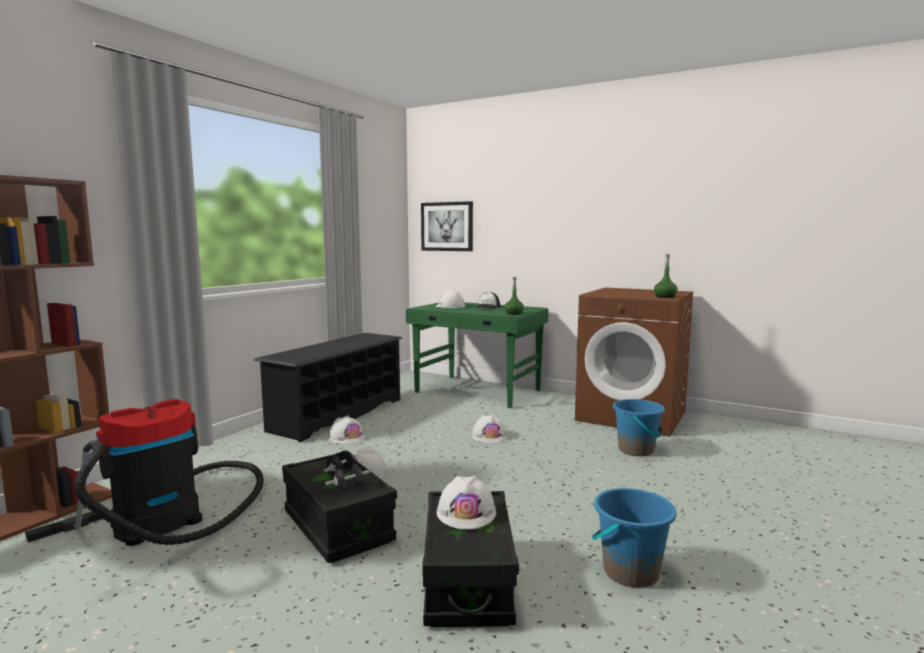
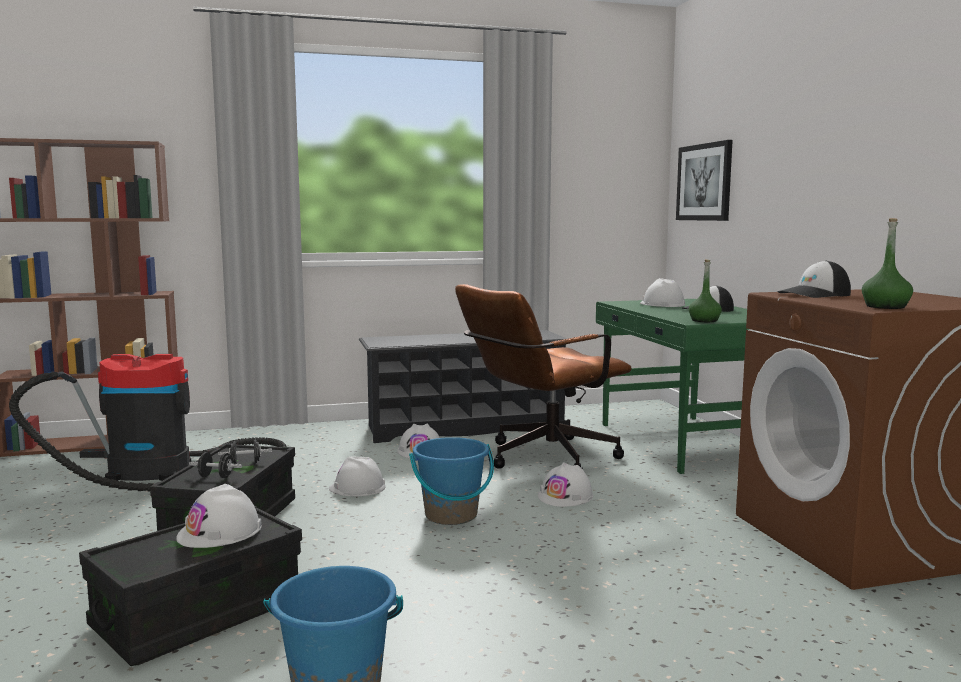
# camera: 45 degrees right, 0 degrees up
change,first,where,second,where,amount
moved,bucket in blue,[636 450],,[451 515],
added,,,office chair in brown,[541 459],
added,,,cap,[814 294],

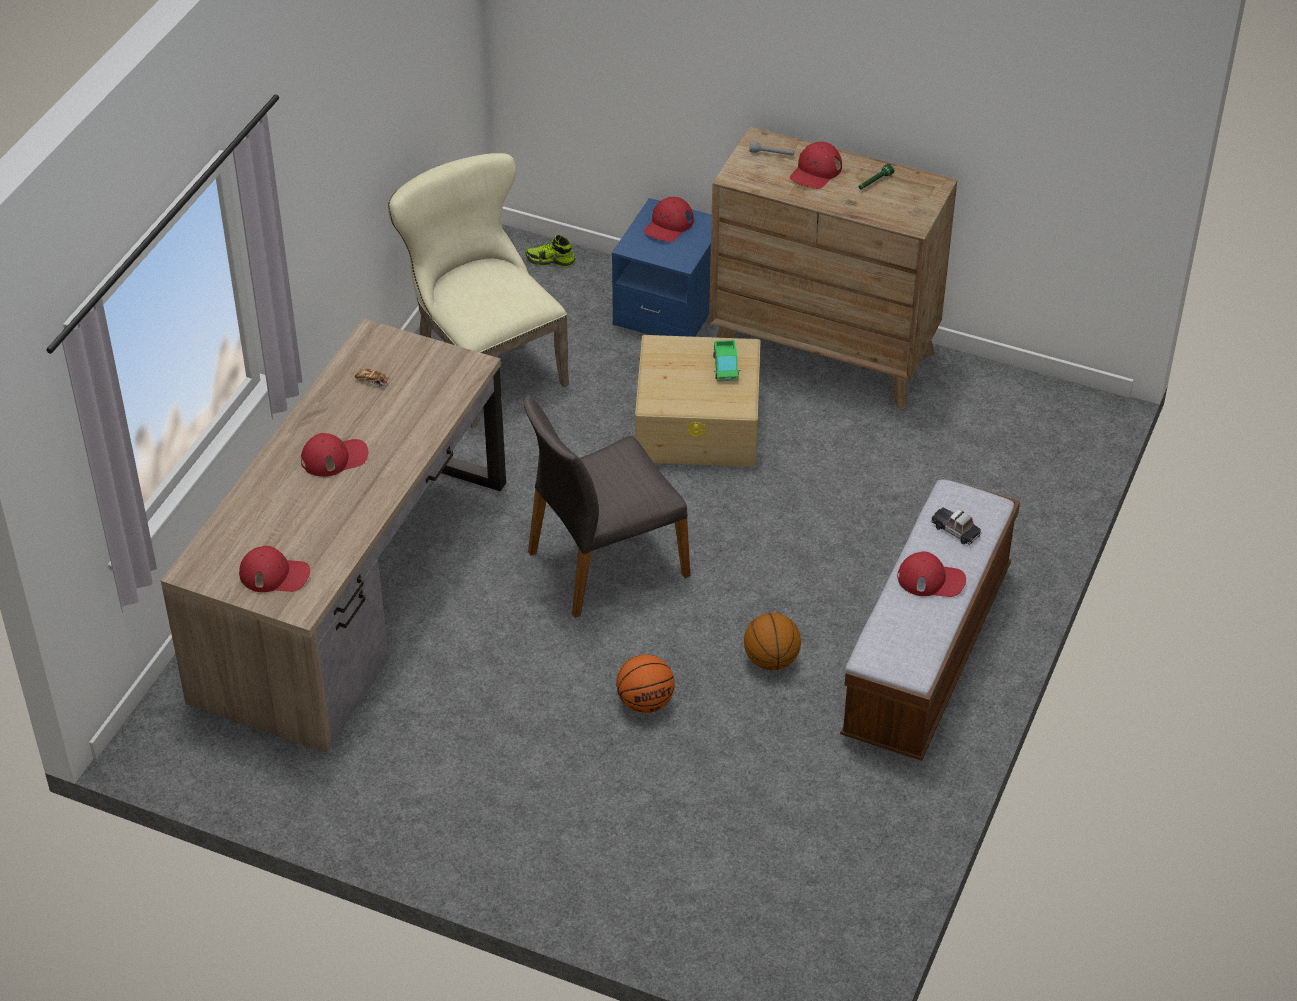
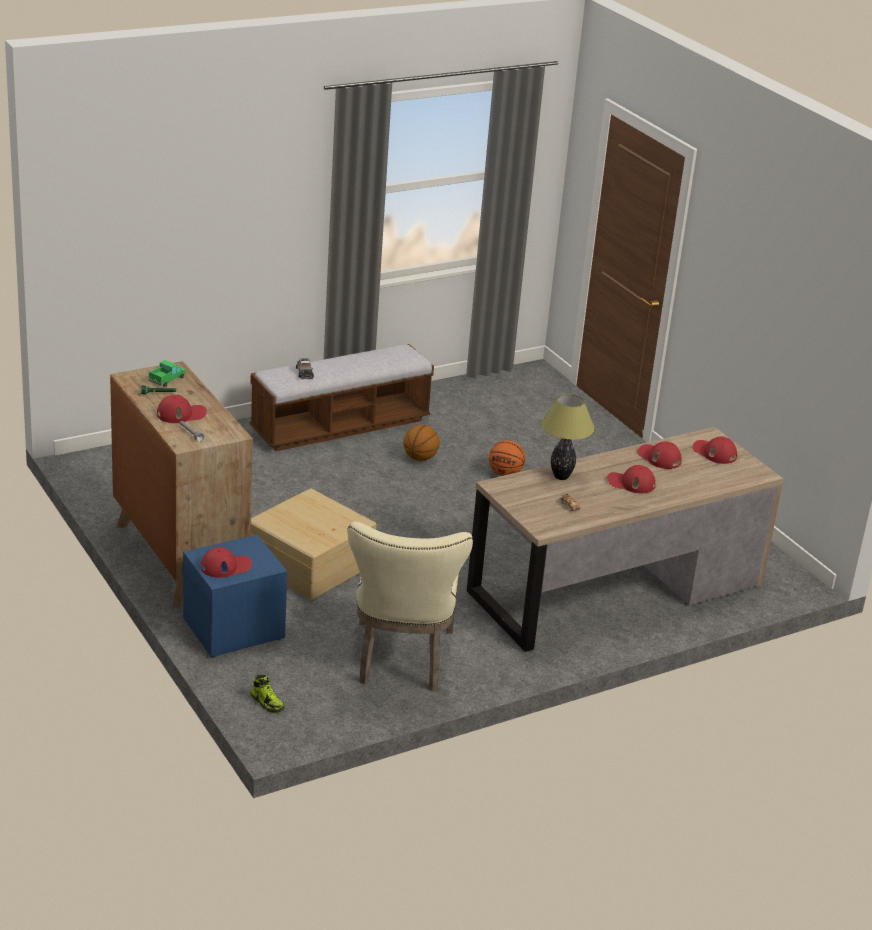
# camera: 145 degrees left, 15 degrees down
change,first,where,second,where,amount
moved,toy truck,[725 367],,[167 379],
added,,,table lamp,[561 477],
moved,cap in red,[931 579],,[659 458],
removed,chair in grey,[605 562],,,

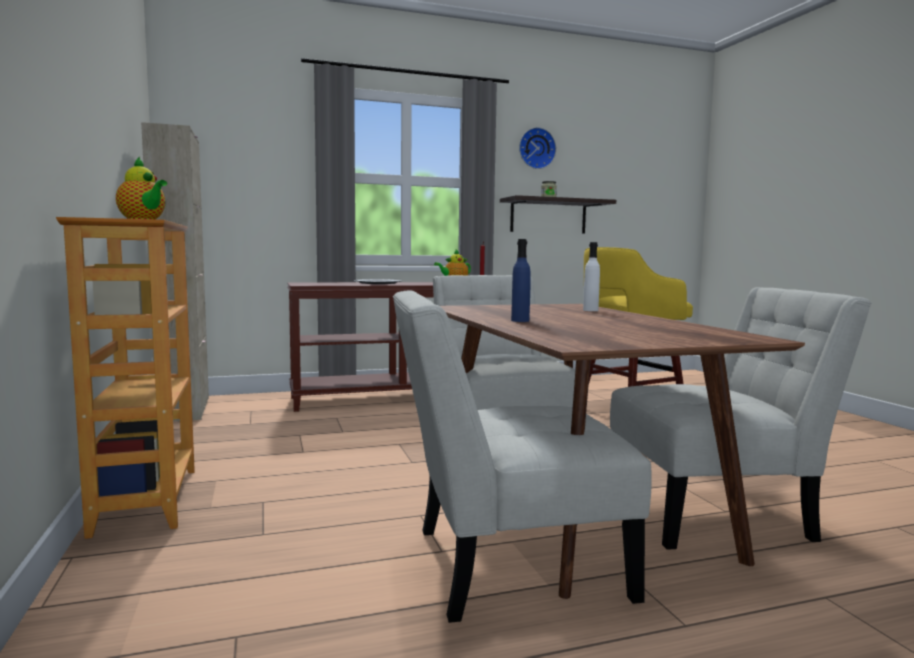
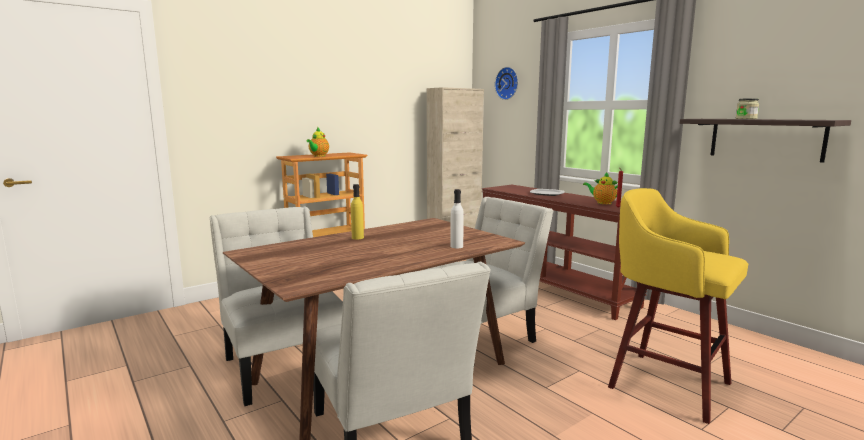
# camera: 70 degrees right, 5 degrees up
change,first,where,second,where,amount
recoloured,bottle in blue,[520 320],bottle in yellow,[357 237],
moved,wall clock,[536 148],,[508 83],

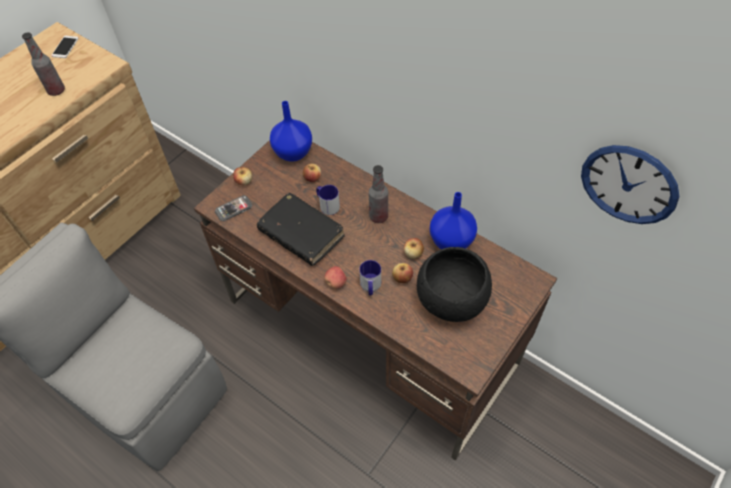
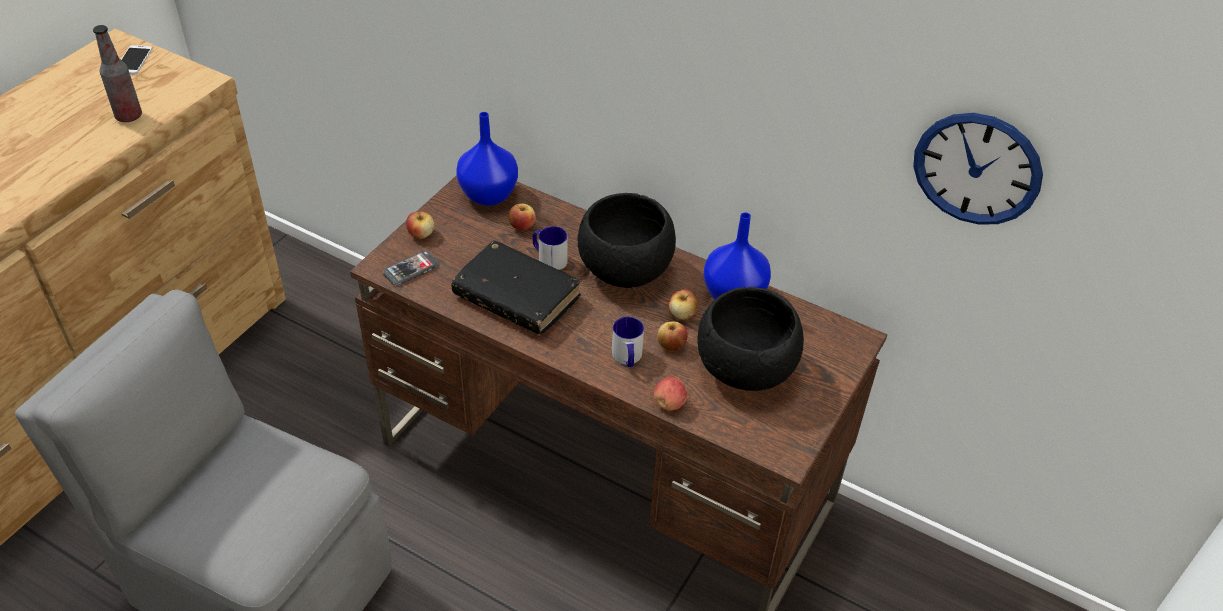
# camera: 10 degrees left, 10 degrees down
change,first,where,second,where,amount
replaced,bottle,[378 216],bowl in black,[625 270],
moved,apple,[336 282],,[669 403],

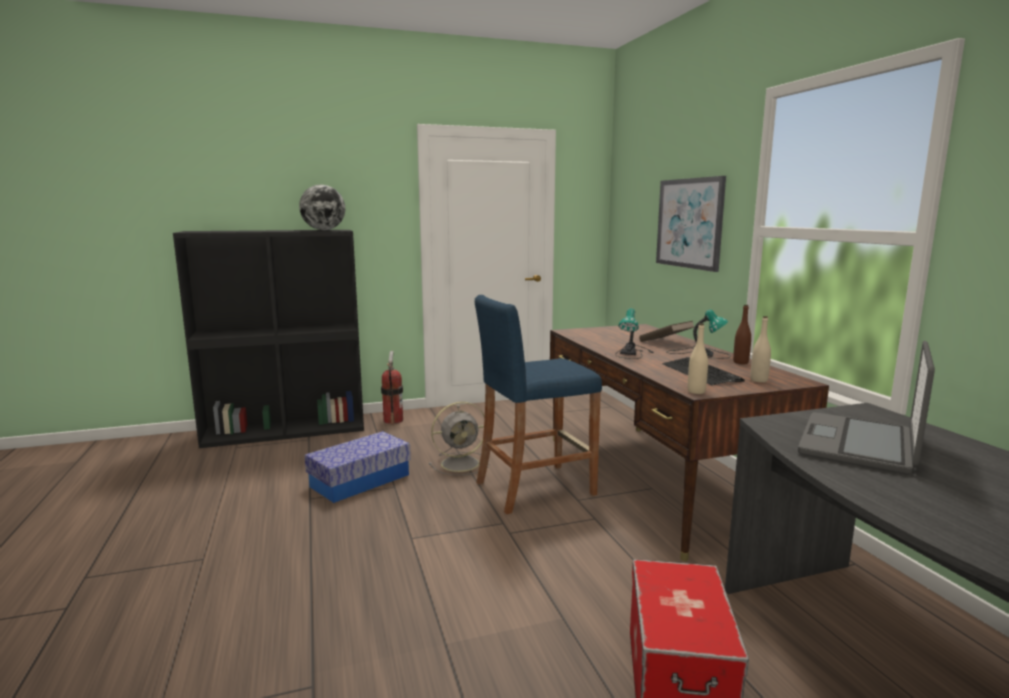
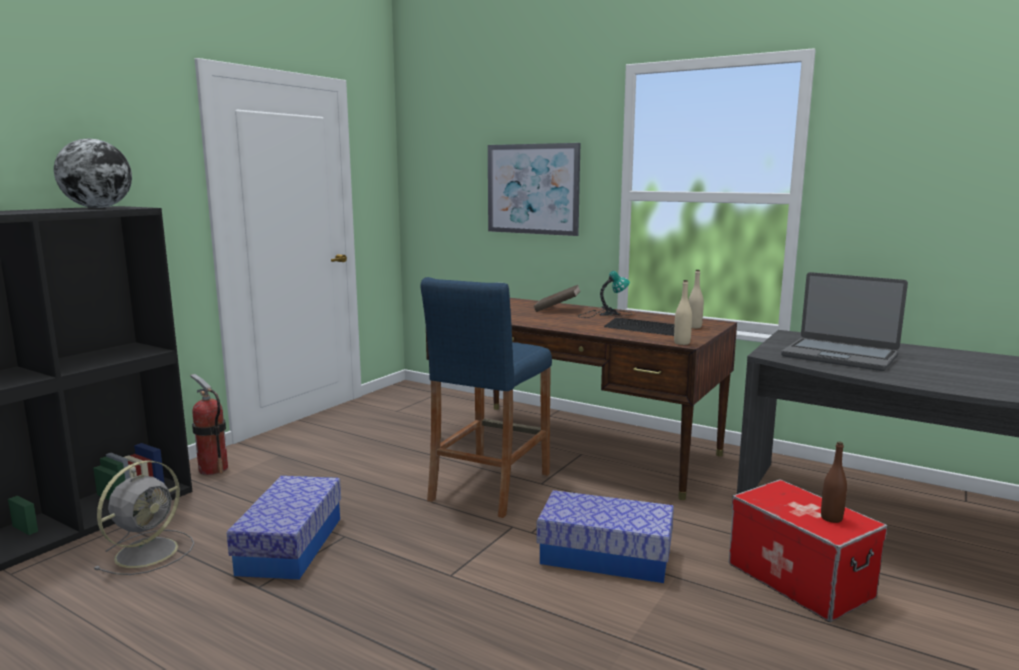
# camera: 40 degrees left, 0 degrees up
change,first,where,second,where,amount
moved,fan in grey,[462 463],,[149 551],
added,,,storage box,[605 556],
turned,laptop,[859 444],,[839 356],45 degrees counterclockwise
moved,bottle in brown,[740 362],,[831 518],
removed,table lamp,[632 352],,,

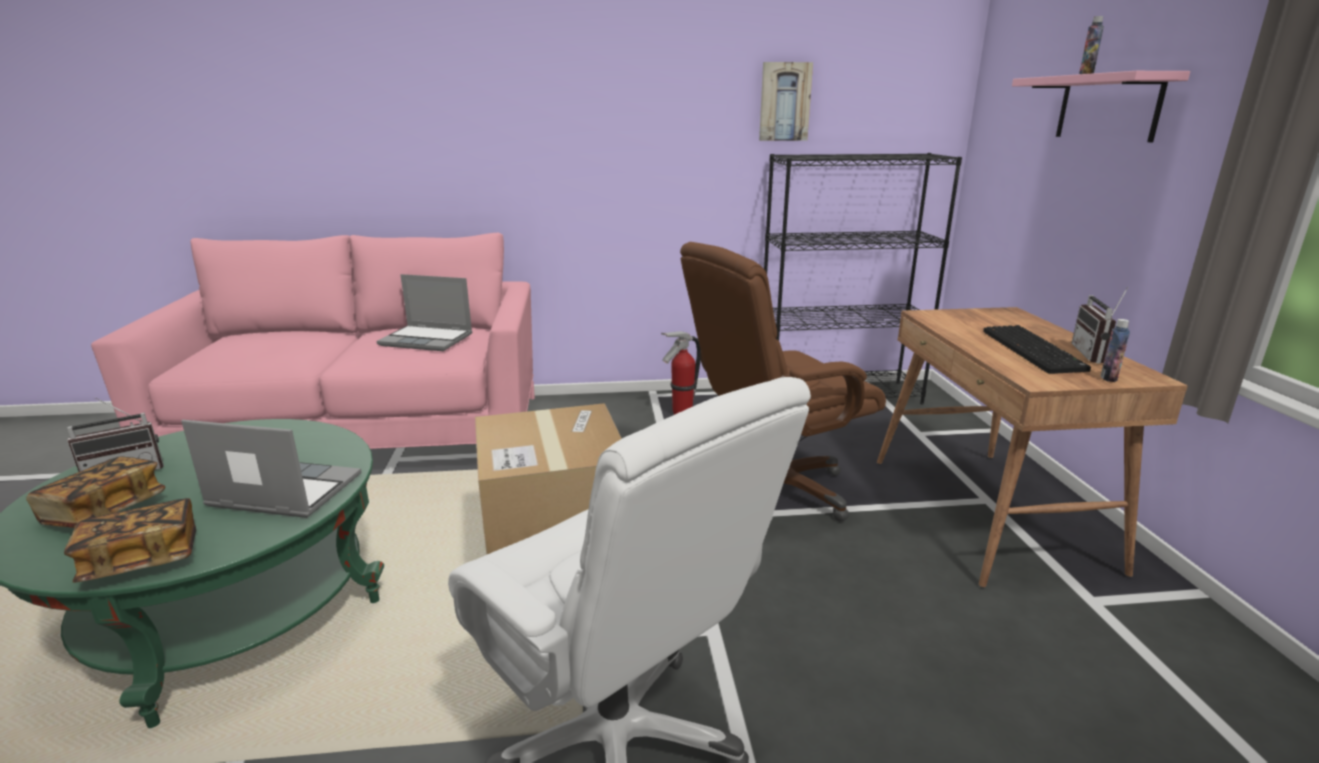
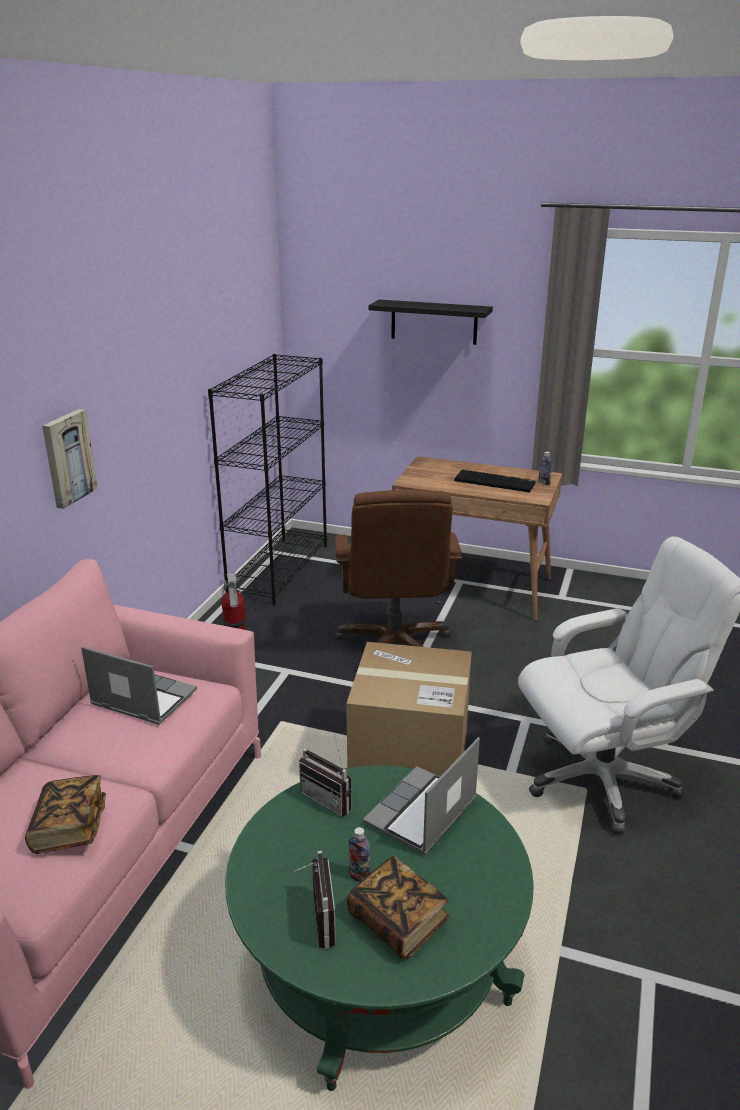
# camera: 65 degrees left, 5 degrees up
change,first,where,second,where,amount
moved,book,[142 559],,[69 828],
moved,picture,[784 102],,[67 458],
turned,laptop,[428 340],,[142 699],105 degrees counterclockwise
moved,radio,[1095 355],,[330 798],
moved,bottle,[1086 74],,[359 876],
recoloured,shelf in pink,[1107 107],shelf in black,[434 322],

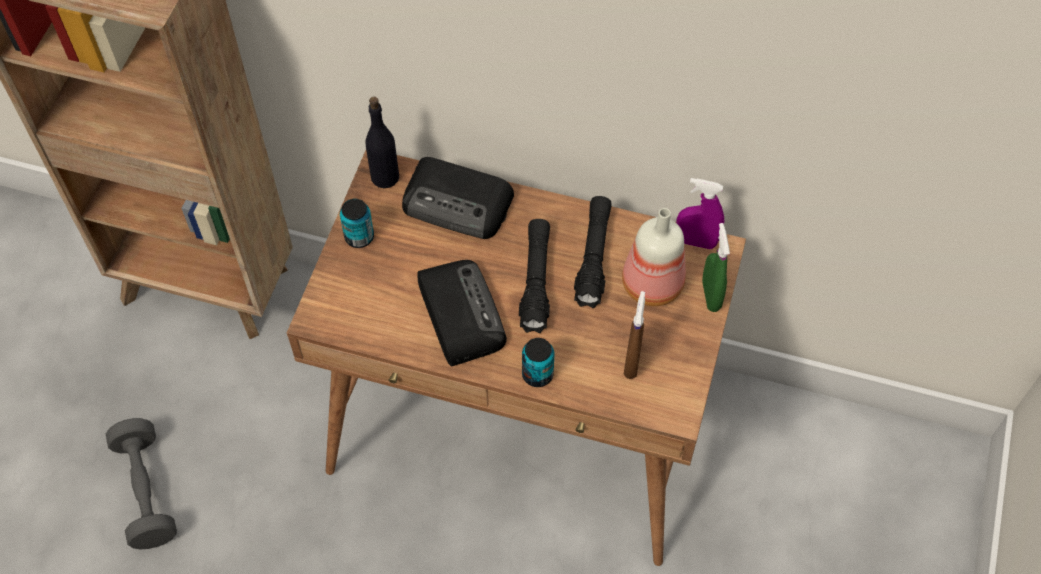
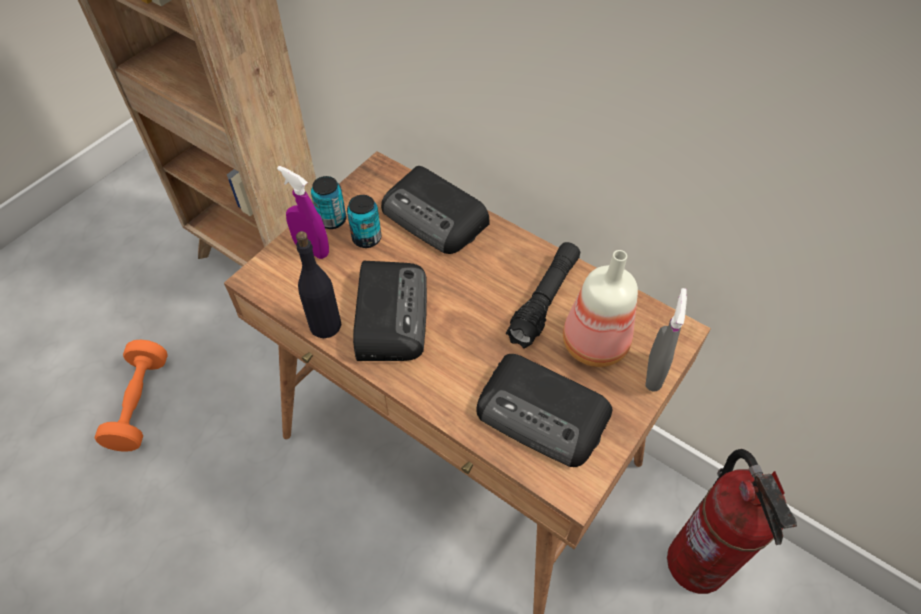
# camera: 20 degrees right, 5 degrees down
change,first,where,second,where,amount
recoloured,dumbbell in grey,[146 492],dumbbell in orange,[140 404],
moved,spray bottle in purple,[696 242],,[312 249],
moved,bottle in black,[385 176],,[325 325],
moved,can,[537 374],,[366 238],
replaced,spray bottle in brown,[632 361],radio,[543 415],
recoloured,spray bottle in green,[711 295],spray bottle in grey,[653 373],
added,,,fire extinguisher,[696 563],
removed,flashlight in black,[536 281],,,

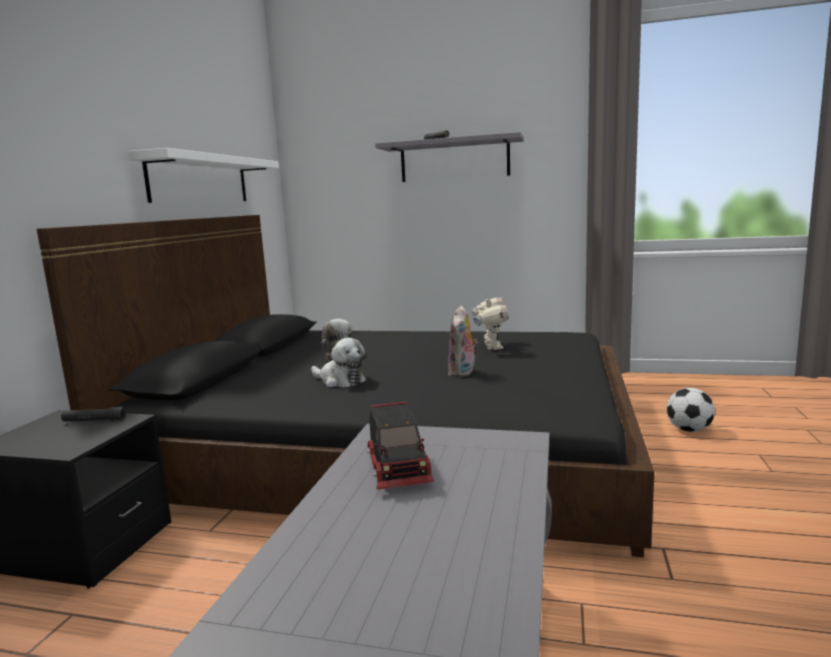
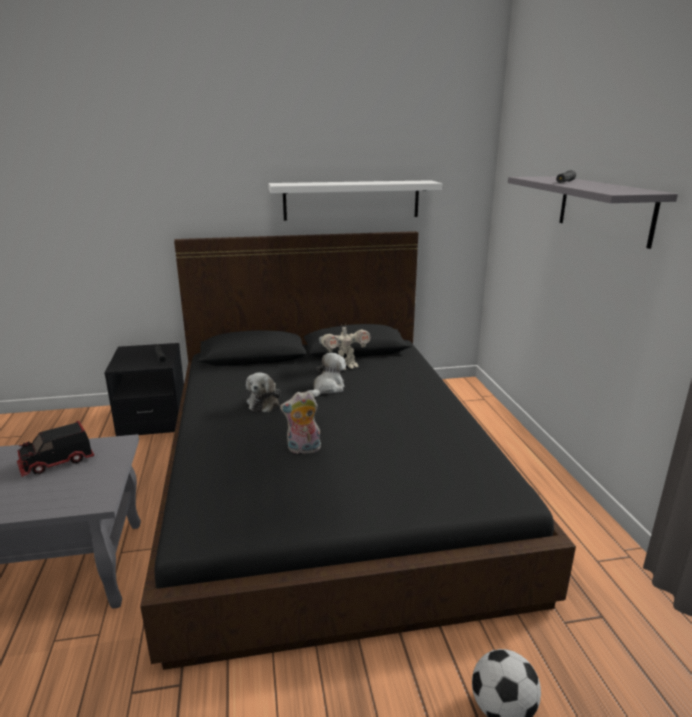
# camera: 65 degrees right, 10 degrees up
change,first,where,second,where,amount
moved,toy robot,[491 347],,[345 367],

